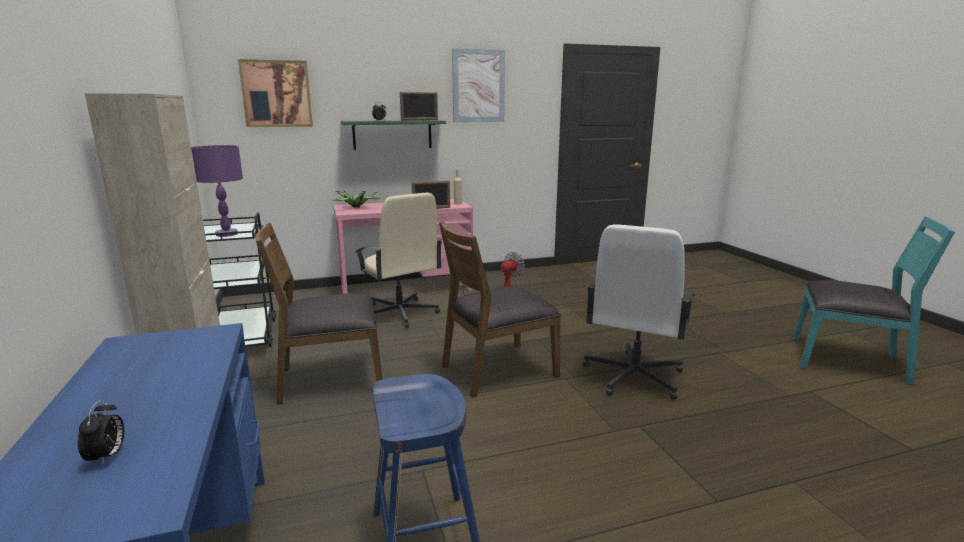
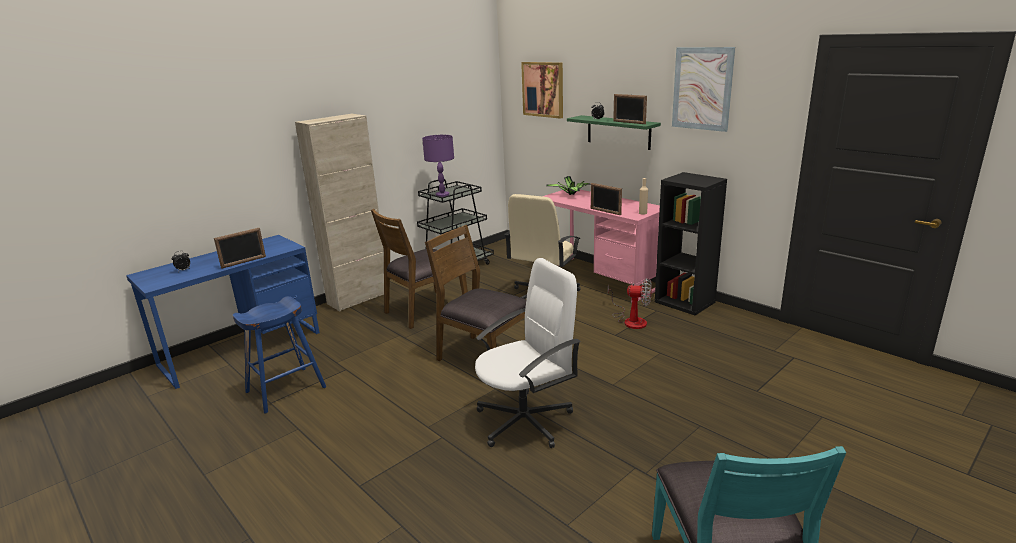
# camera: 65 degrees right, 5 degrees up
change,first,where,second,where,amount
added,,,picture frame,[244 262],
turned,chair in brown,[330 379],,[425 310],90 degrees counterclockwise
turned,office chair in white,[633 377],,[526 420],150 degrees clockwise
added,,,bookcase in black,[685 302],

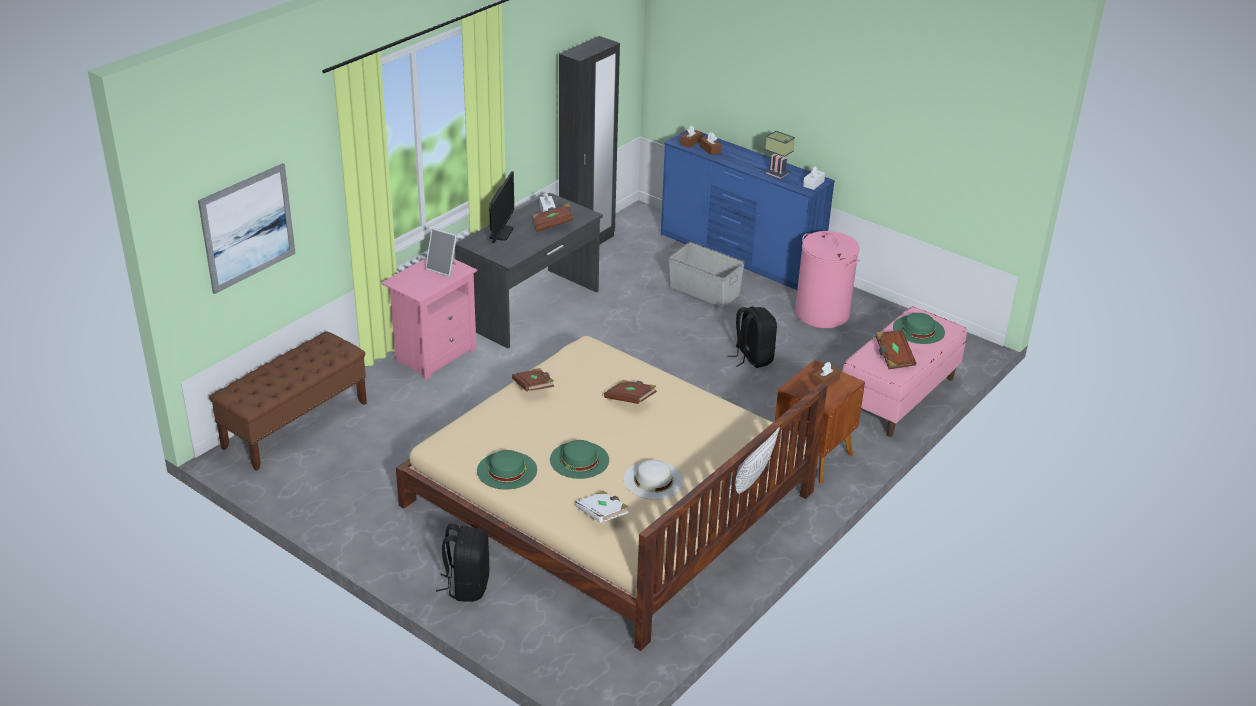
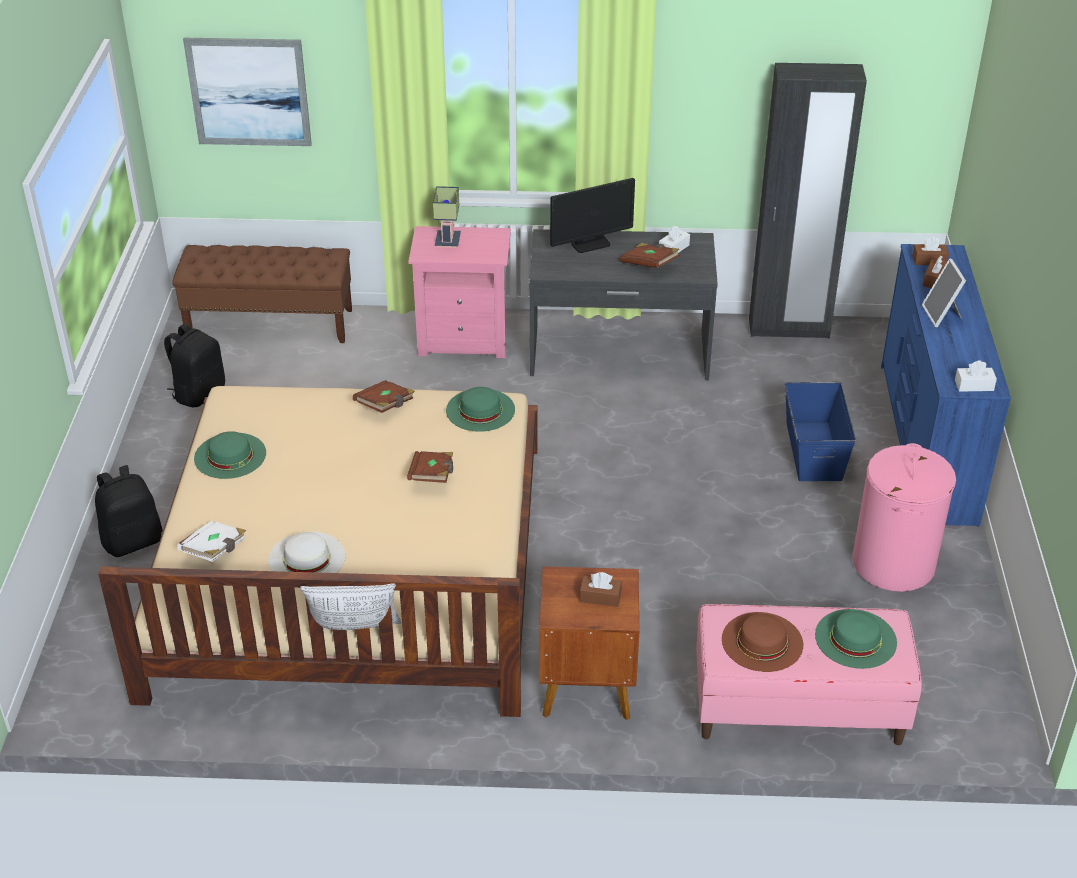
# camera: 55 degrees right, 5 degrees up
change,first,where,second,where,amount
moved,backpack in black,[752 358],,[199 393],
moved,table lamp,[778 173],,[449 242],
moved,hat in green,[579 460],,[480 410],
replaced,book in brown,[893 357],hat in brown,[762 641],
recoloured,storage box in grey,[704 290],storage box in blue,[814 450],
moved,picture frame,[443 268],,[942 315],

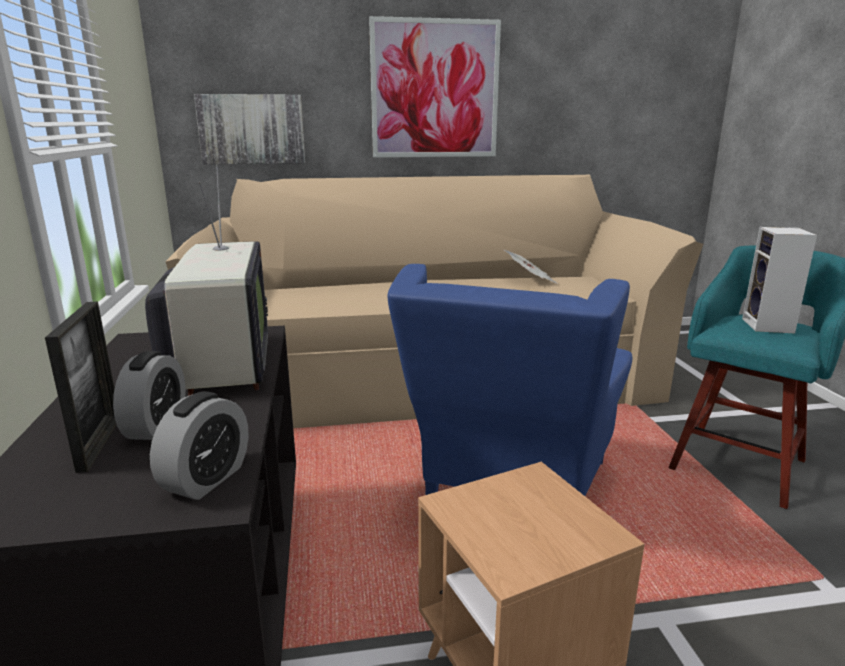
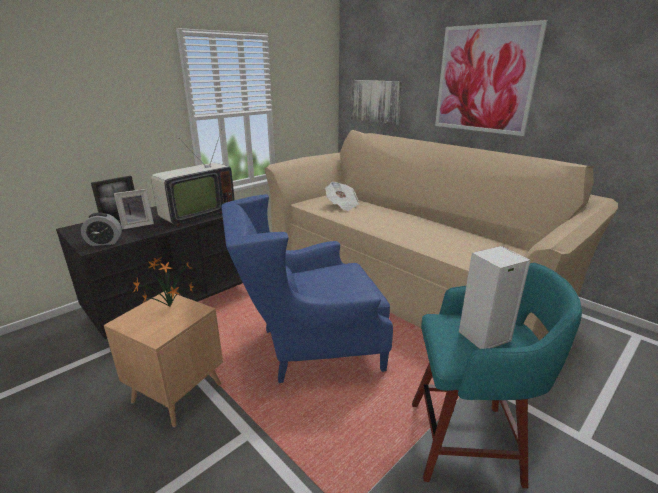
# camera: 55 degrees right, 5 degrees up
change,first,where,second,where,amount
replaced,alarm clock,[156 426],picture frame,[137 225],
added,,,potted plant,[168 307],
moved,newspaper,[530 281],,[342 205],

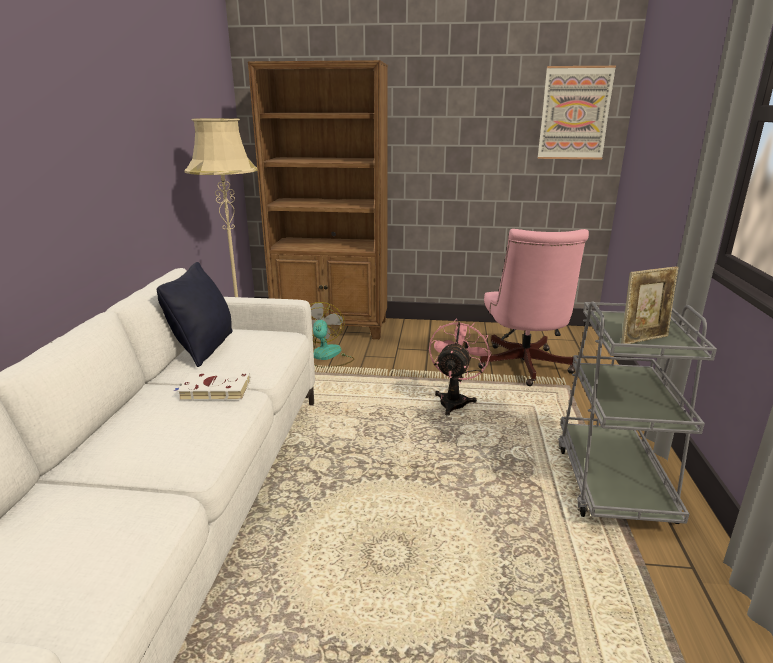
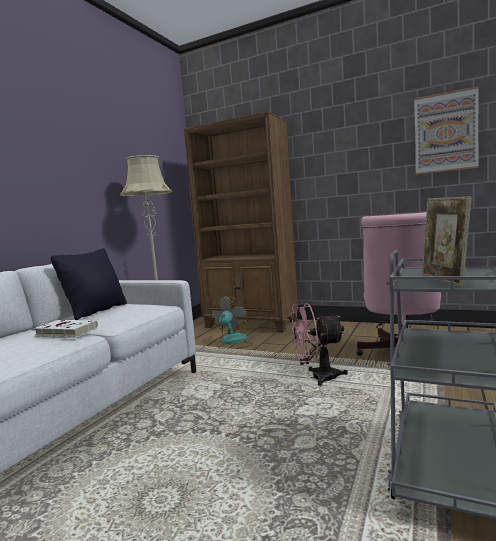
# camera: 20 degrees right, 15 degrees down
change,first,where,second,where,amount
turned,fan in pink,[454 400],,[318 377],135 degrees counterclockwise
turned,picture frame,[643 339],,[444 280],90 degrees clockwise

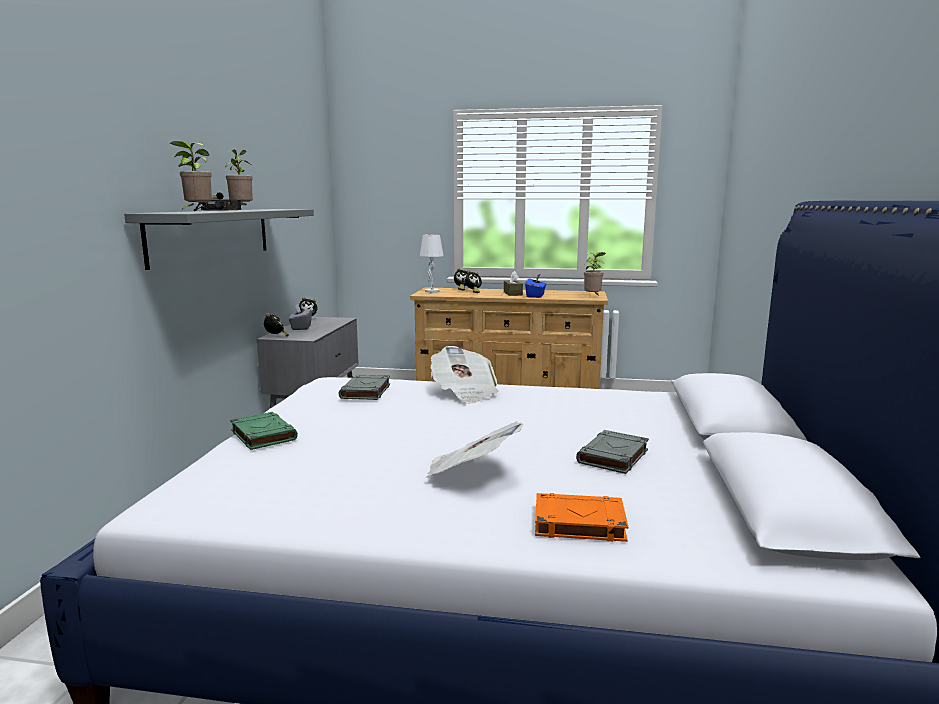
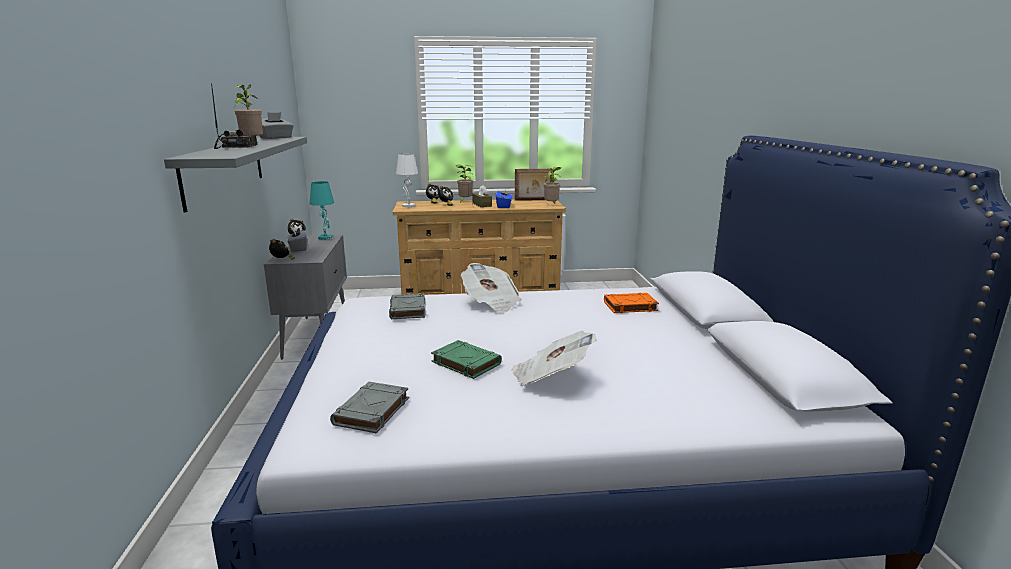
# camera: 15 degrees left, 5 degrees up
change,first,where,second,where,amount
added,,,tissue box in grey,[276 138],
added,,,table lamp in turquoise,[325 237],
moved,book in grey,[613 457],,[371 412],
moved,book in green,[262 435],,[465 363],
moved,potted plant,[197 211],,[464 201],
added,,,picture frame,[534 200],
moved,book in orange,[578 523],,[629 306],

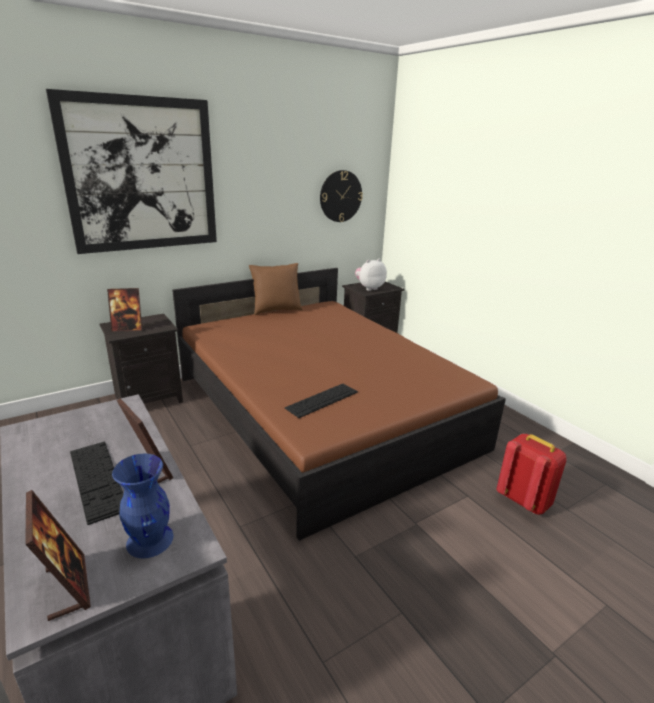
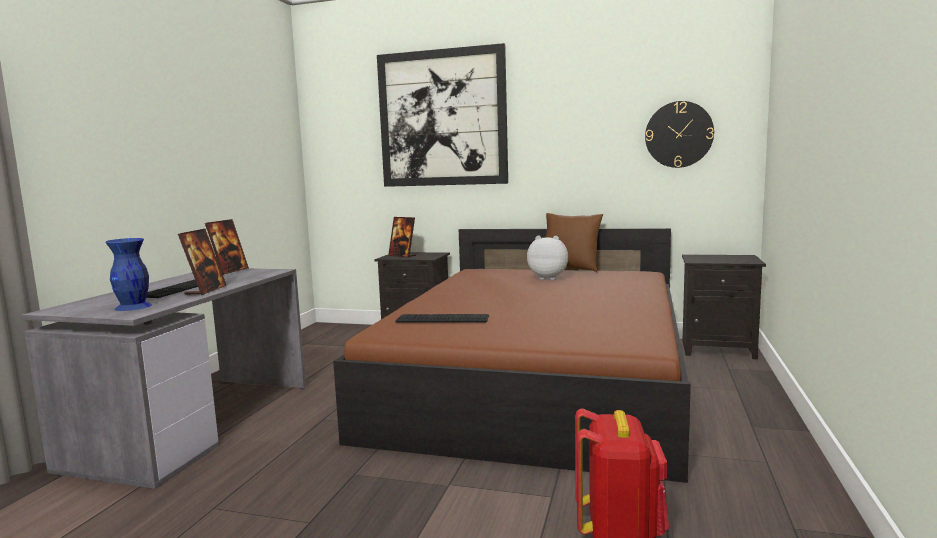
# camera: 50 degrees right, 15 degrees down
change,first,where,second,where,amount
moved,picture frame,[67 587],,[229 271],
moved,plush toy,[369 288],,[549 278],

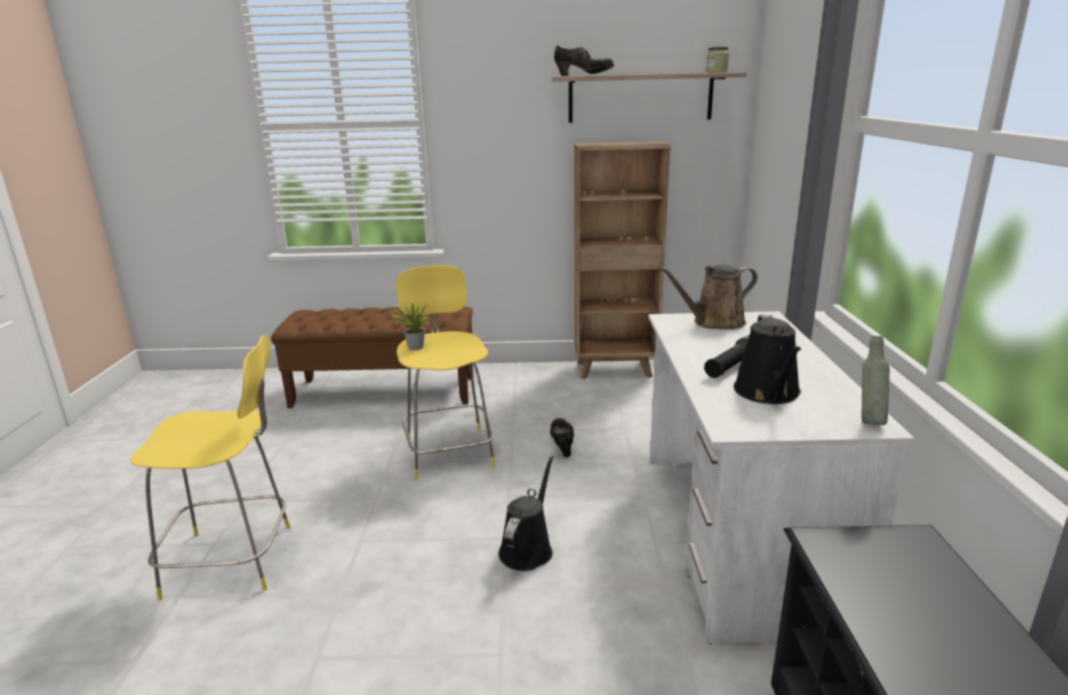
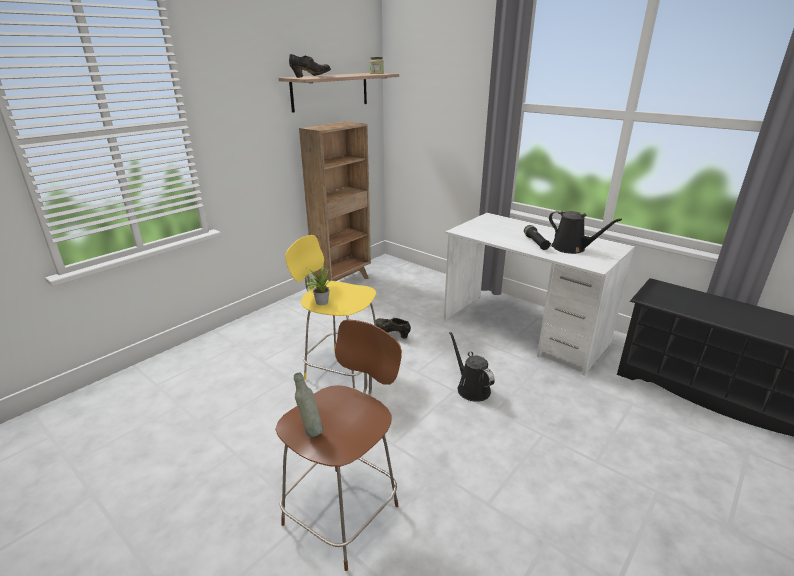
# camera: 50 degrees left, 5 degrees up
change,first,where,second,where,amount
recoloured,stool in yellow,[234 560],stool in brown,[344 511],
moved,bottle in grey,[869 421],,[310 430],
removed,bench in brown,[385 391],,,
removed,watering can in brown,[714 322],,,

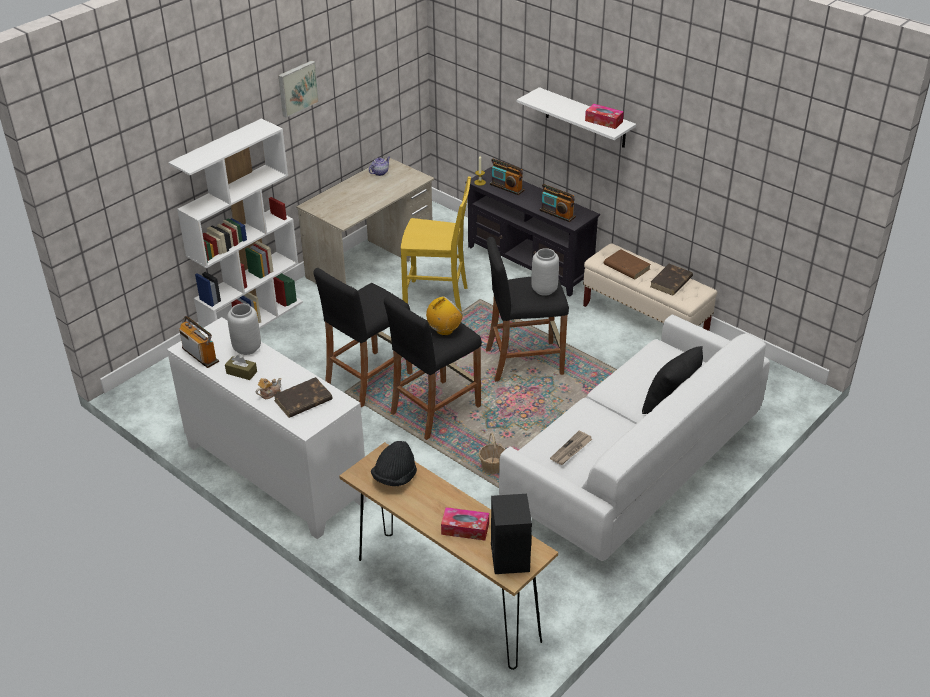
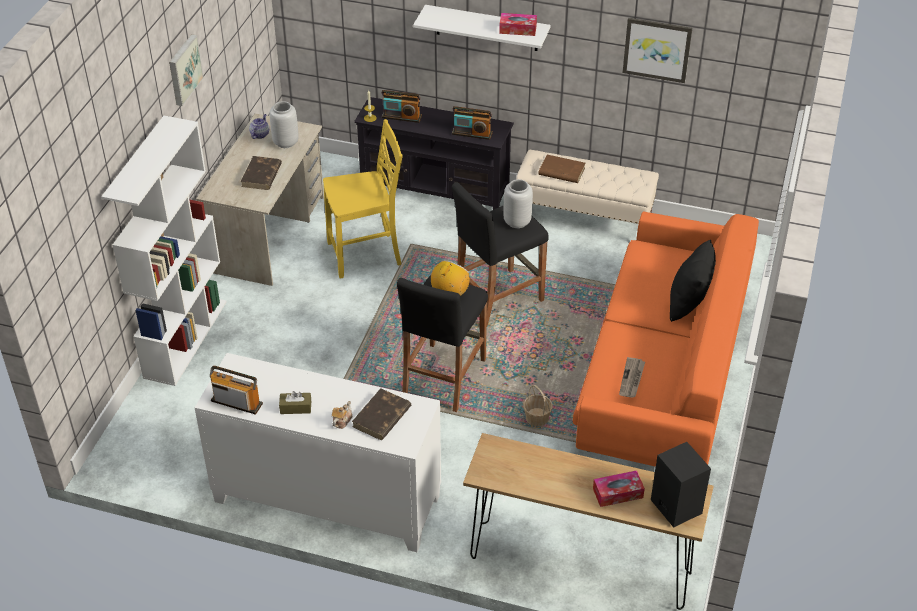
# camera: 25 degrees left, 5 degrees up
change,first,where,second,where,amount
moved,book in brown,[671 282],,[261 175],
moved,vase in grey,[247 348],,[286 142],
recoloured,sofa in white,[631 465],sofa in orange,[662 373],
added,,,picture,[657 49],
removed,stool in black,[368 378],,,
removed,hat in black,[394 477],,,

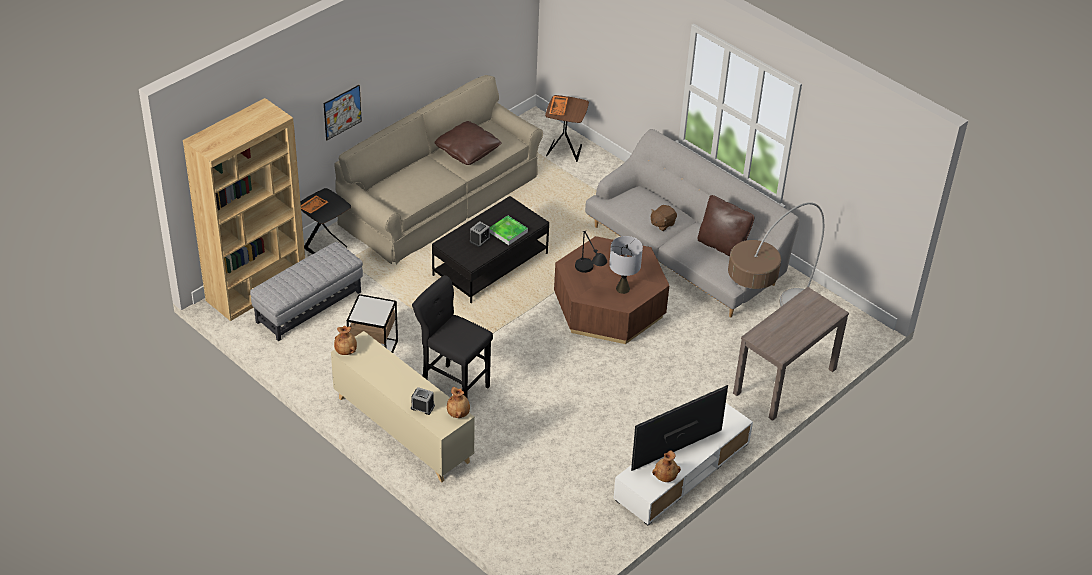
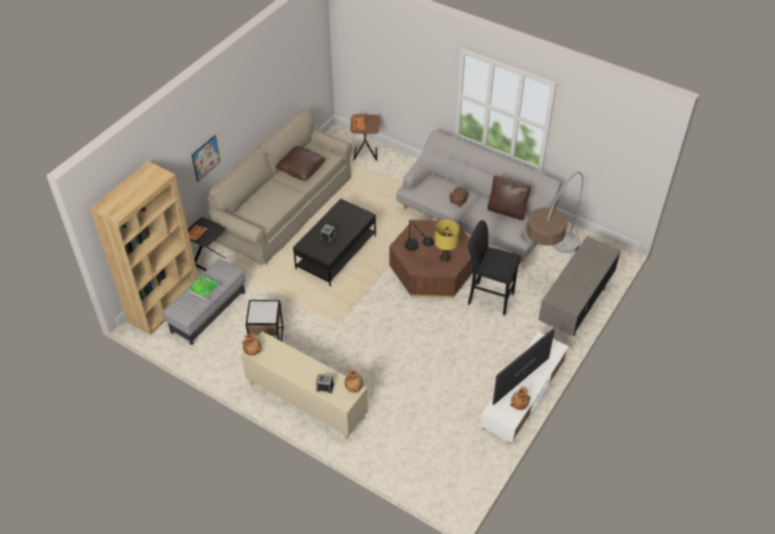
# camera: 10 degrees left, 5 degrees up
change,first,where,second,where,amount
moved,tray,[508 232],,[204 289],
recoloured,table lamp in grey,[622 288],table lamp in yellow,[445 258],
moved,stool in black,[453 386],,[488 298],
replaced,console table in brown,[784 381],tv stand in grey,[575 306],

